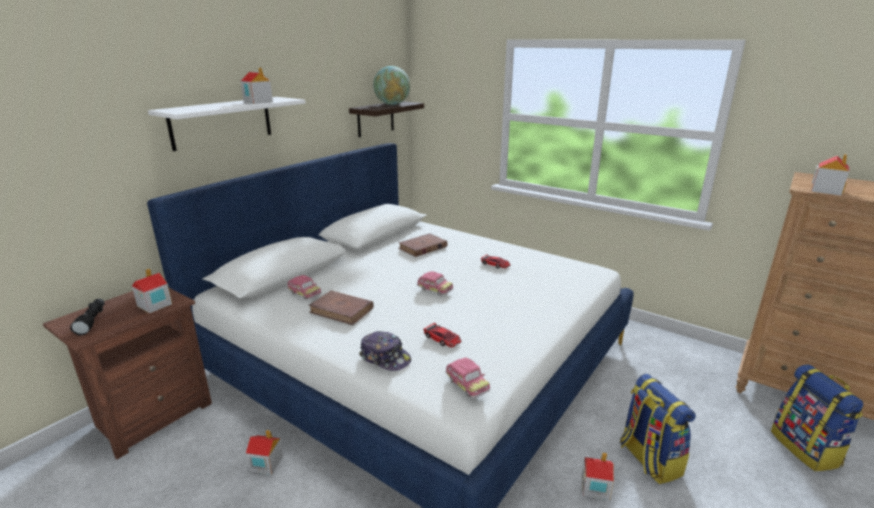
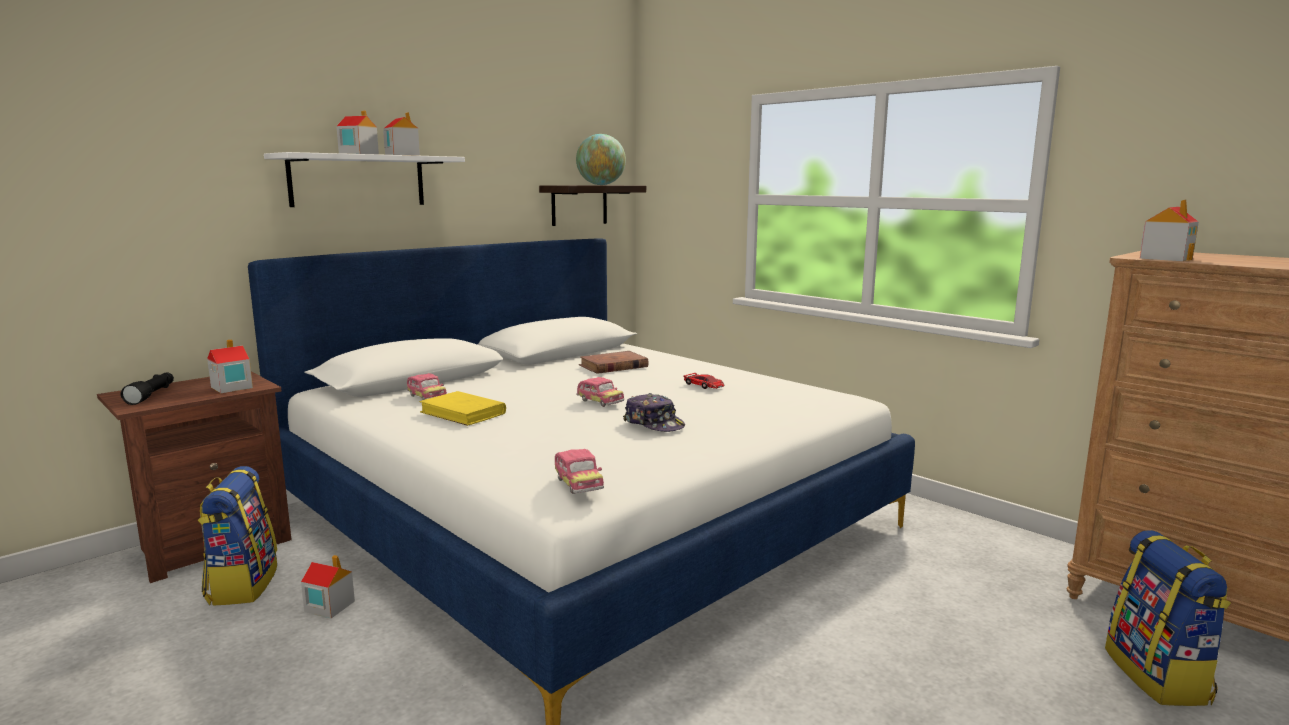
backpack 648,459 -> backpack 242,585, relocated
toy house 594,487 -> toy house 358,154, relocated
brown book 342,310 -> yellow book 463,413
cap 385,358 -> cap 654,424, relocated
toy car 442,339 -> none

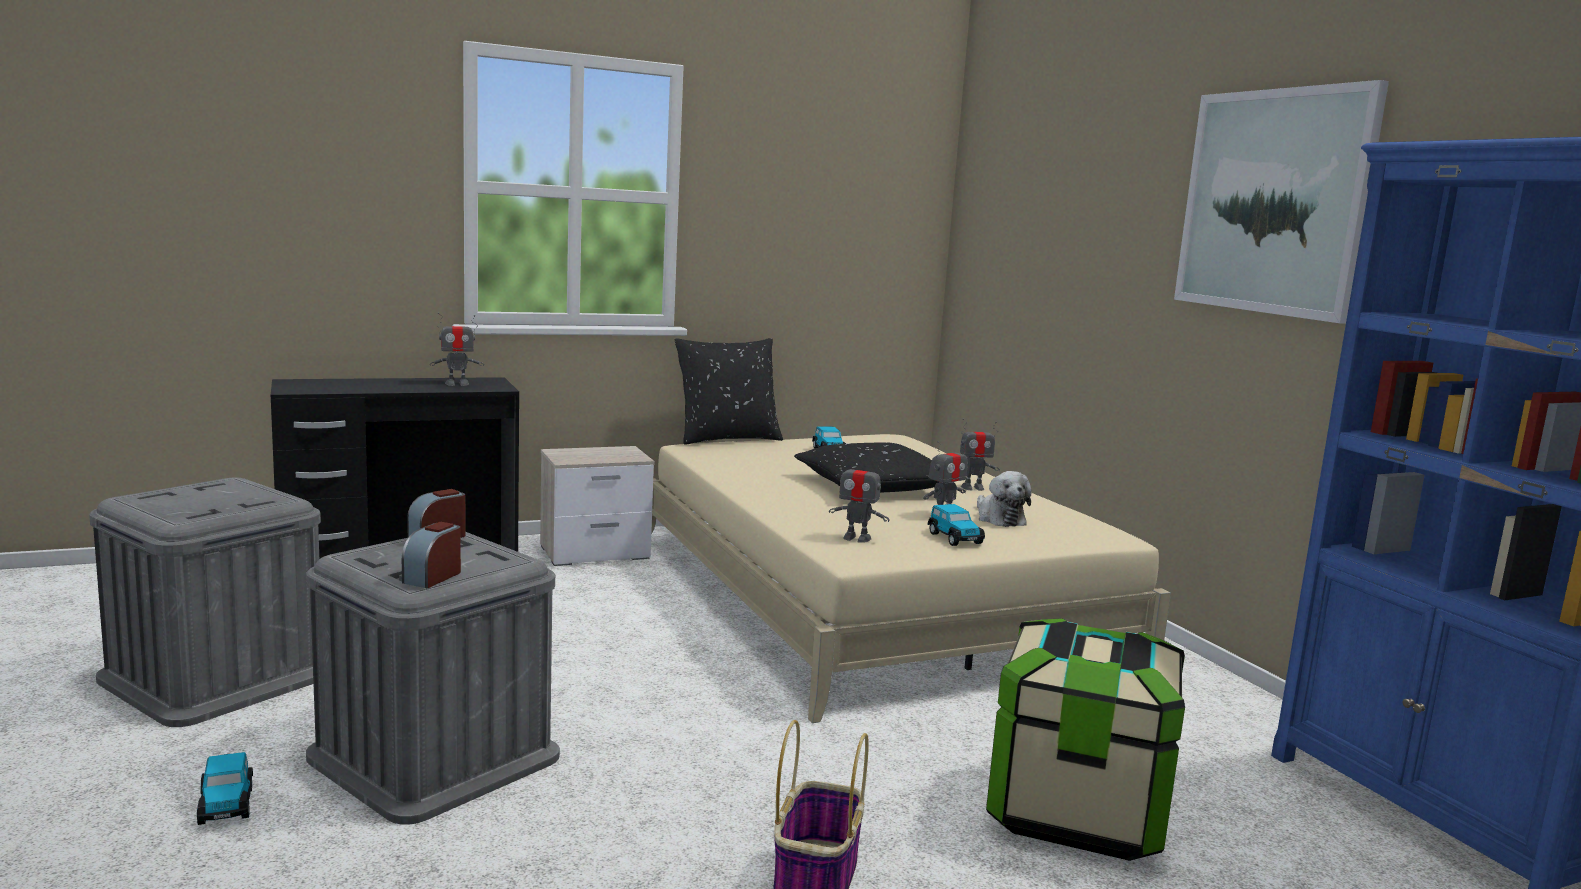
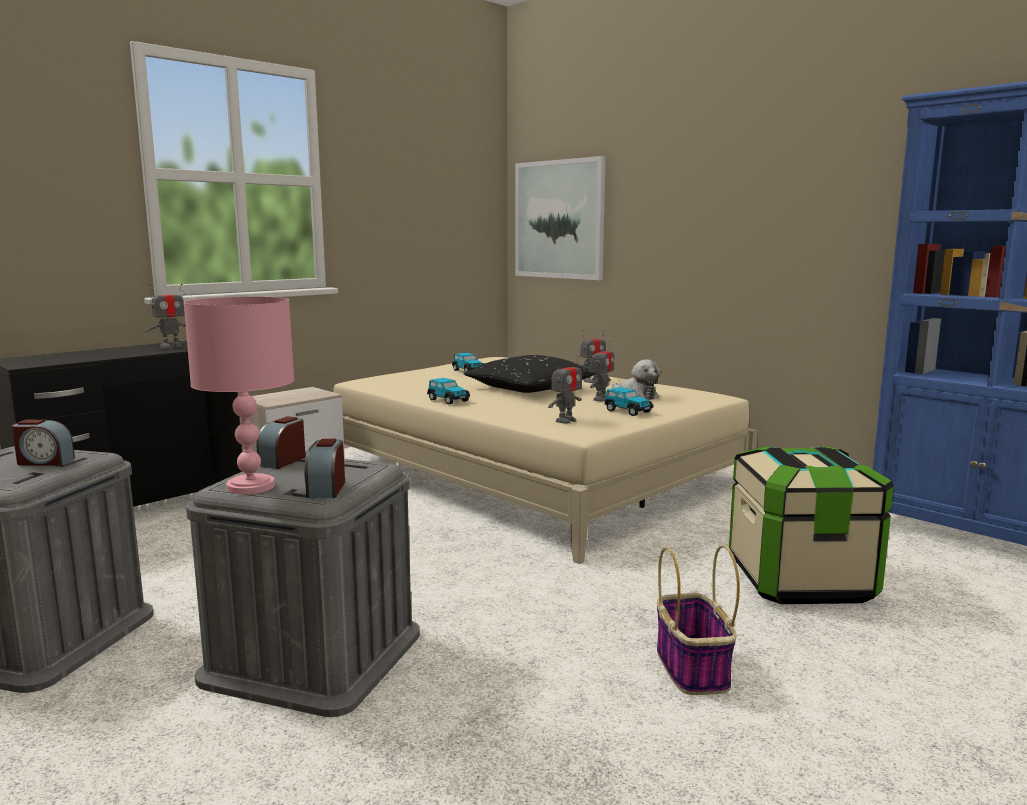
none -> alarm clock 45,462
none -> pink table lamp 251,486
toy car 226,805 -> toy car 447,400, relocated
picture 1273,202 -> picture 559,219, relocated
toy robot 856,538 -> toy robot 565,421, 45 degrees counterclockwise
black pillow 727,439 -> none

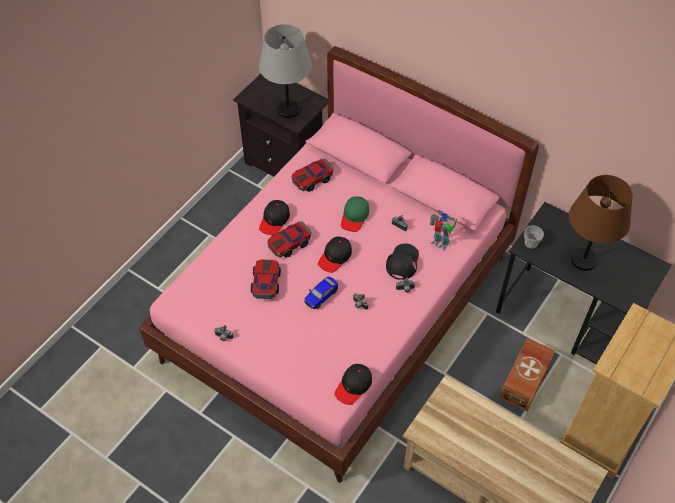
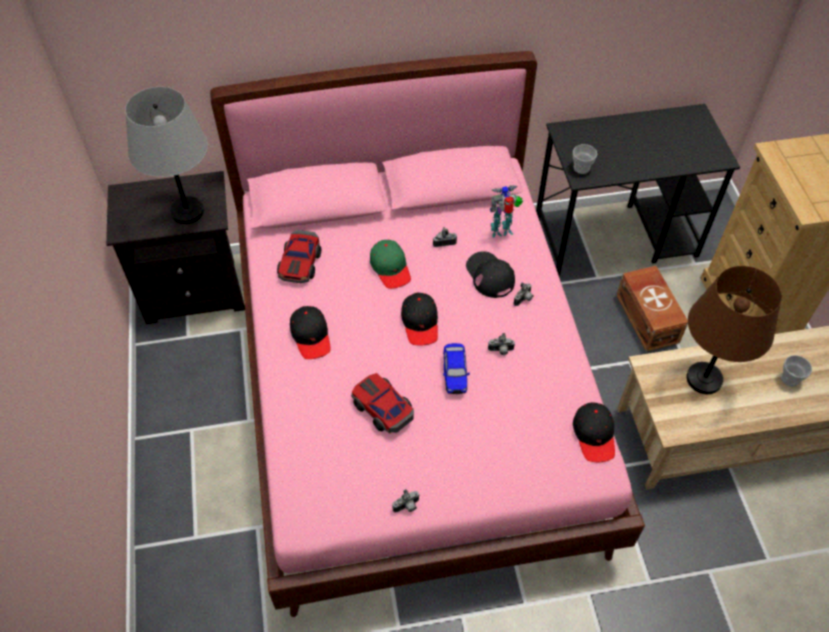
brown table lamp 583,260 -> brown table lamp 703,379, relocated
none -> cup 790,378
toy car 289,243 -> none

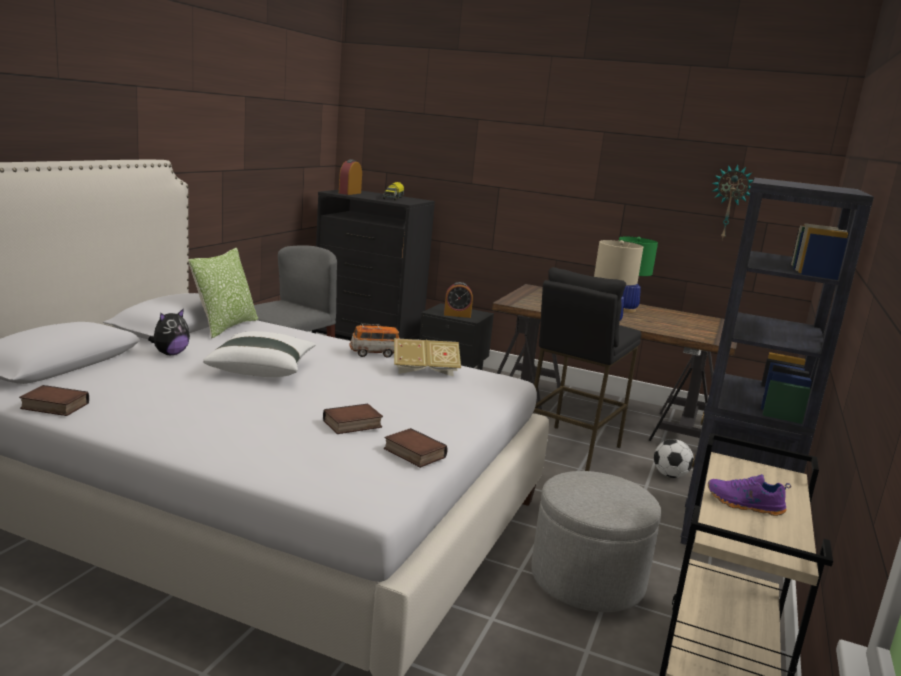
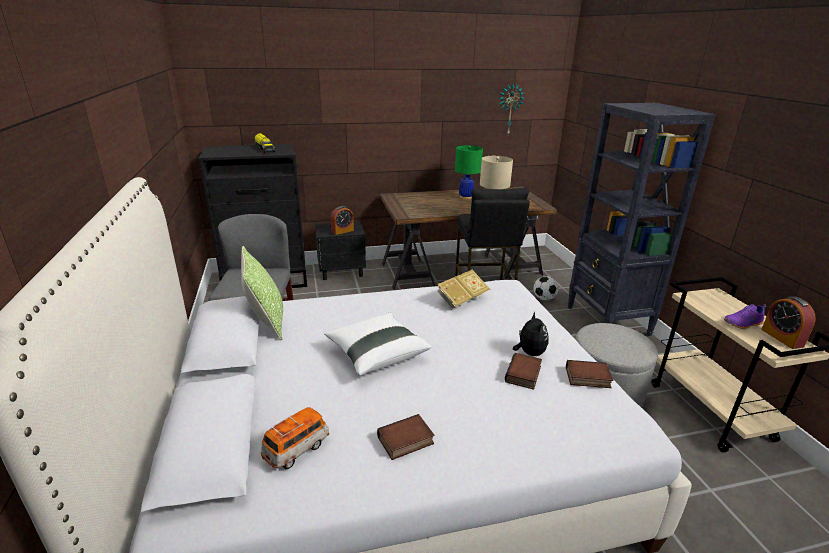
toy car 375,353 -> toy car 297,449, relocated
book 53,406 -> book 405,441, relocated
plush toy 170,354 -> plush toy 529,353, relocated
alarm clock 349,193 -> alarm clock 782,338, relocated

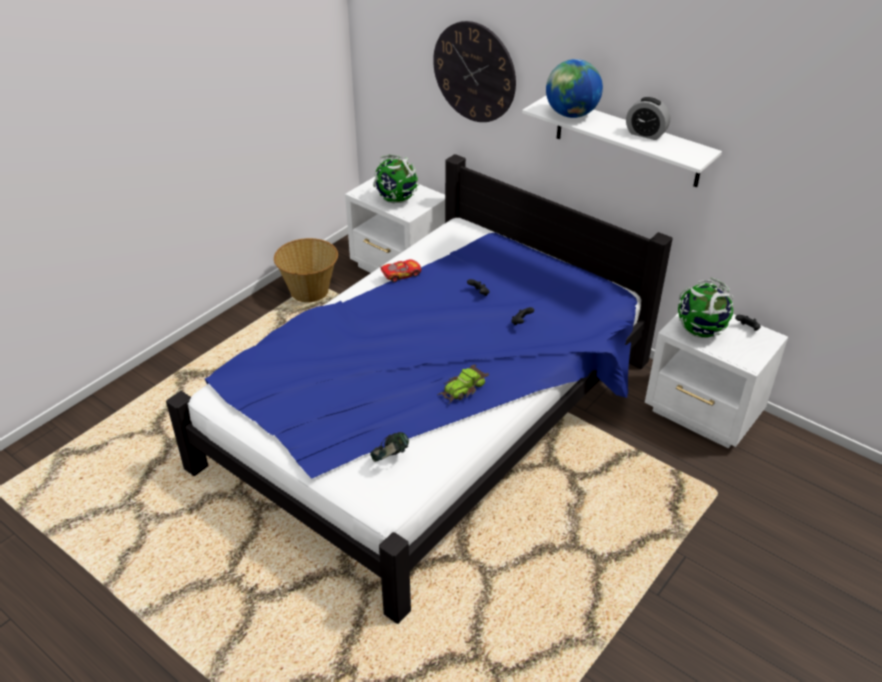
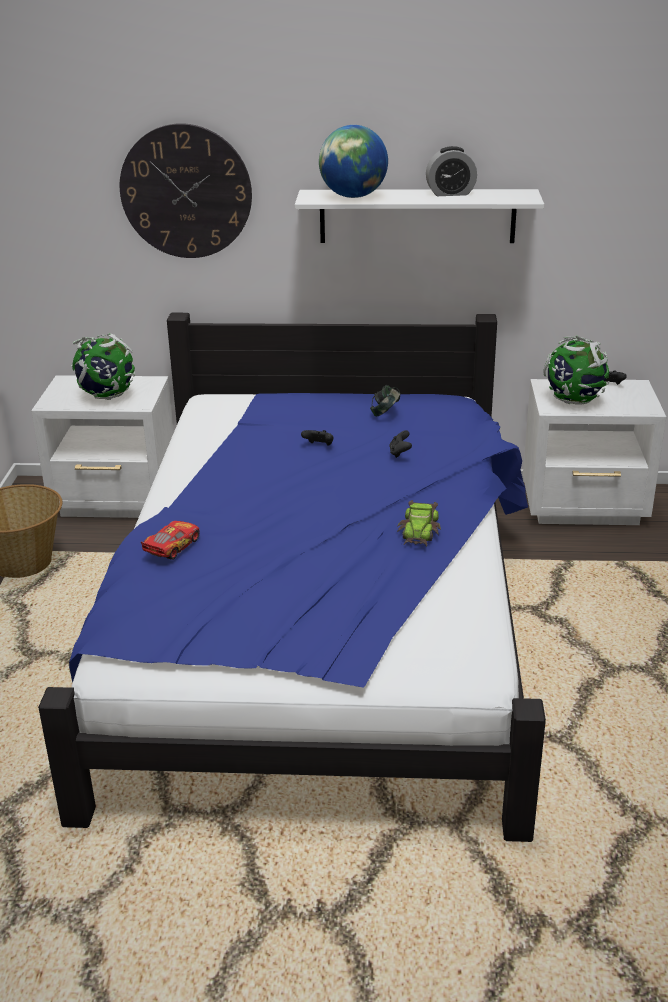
toy car 401,274 -> toy car 172,546, relocated
headphones 390,458 -> headphones 385,414, relocated

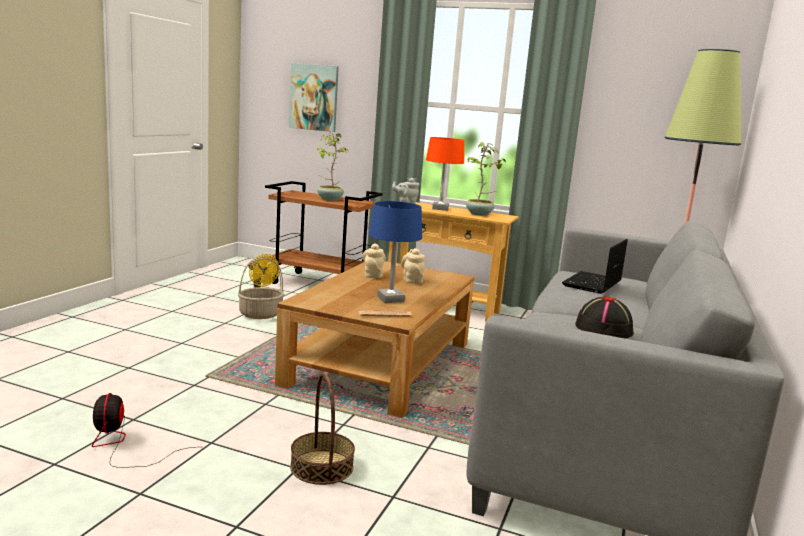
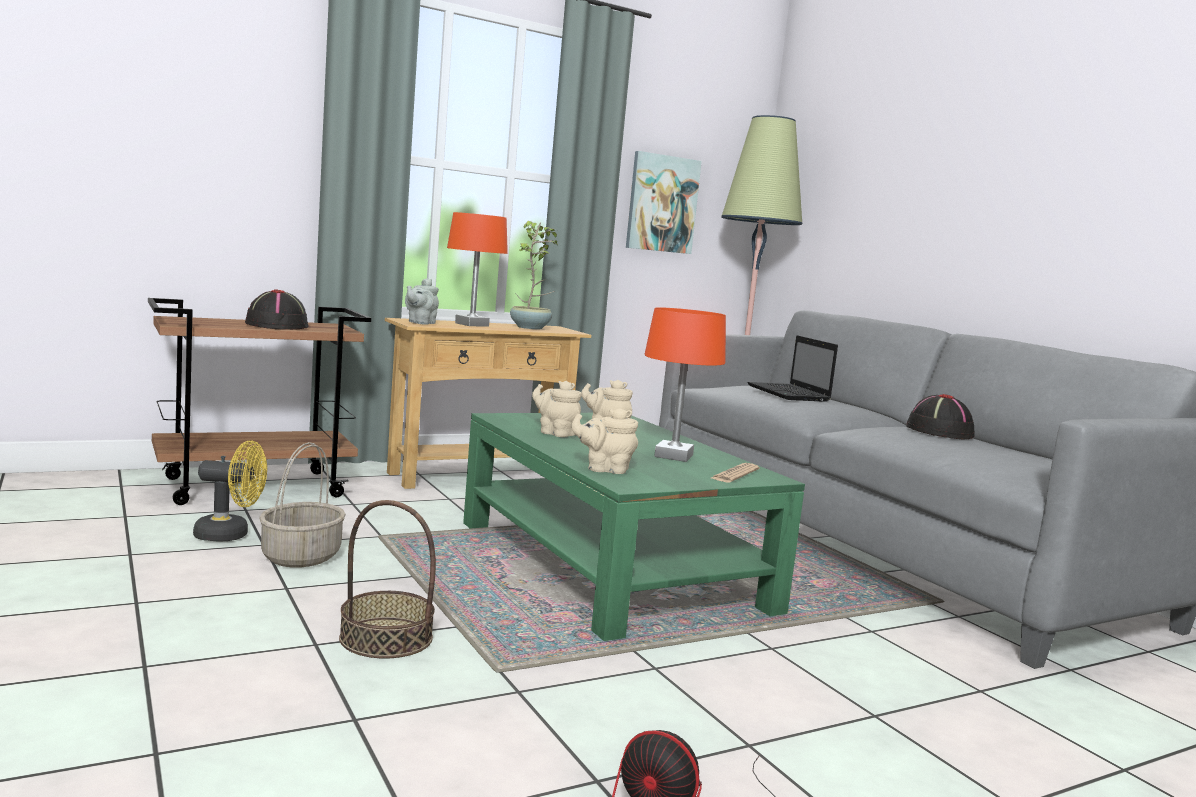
potted plant 329,199 -> black hat 277,325
basket 321,467 -> basket 386,638, relocated
brown coffee table 380,363 -> green coffee table 610,565
none -> beige teapot 604,469
picture 314,97 -> picture 662,203, relocated
blue table lamp 390,299 -> orange table lamp 673,456

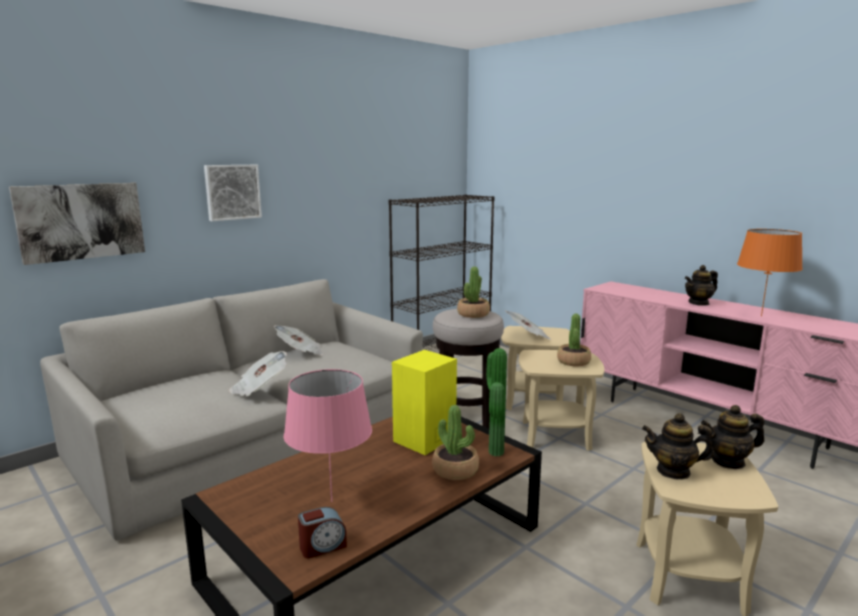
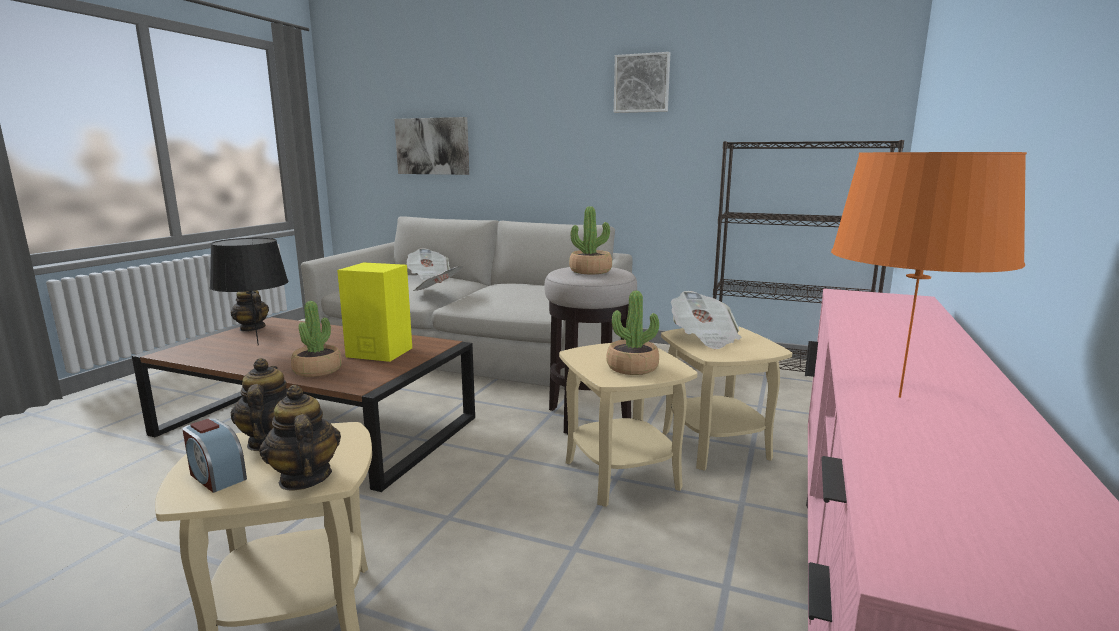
alarm clock 322,546 -> alarm clock 216,476, relocated
pink table lamp 331,501 -> black table lamp 257,345
teapot 699,303 -> teapot 252,328, relocated
newspaper 300,352 -> newspaper 429,277, relocated
picture 232,192 -> picture 642,83, relocated
potted plant 493,452 -> none

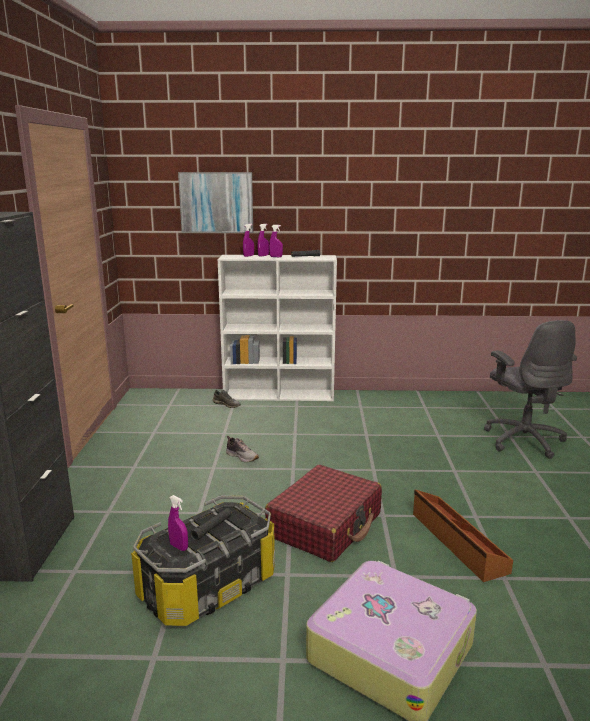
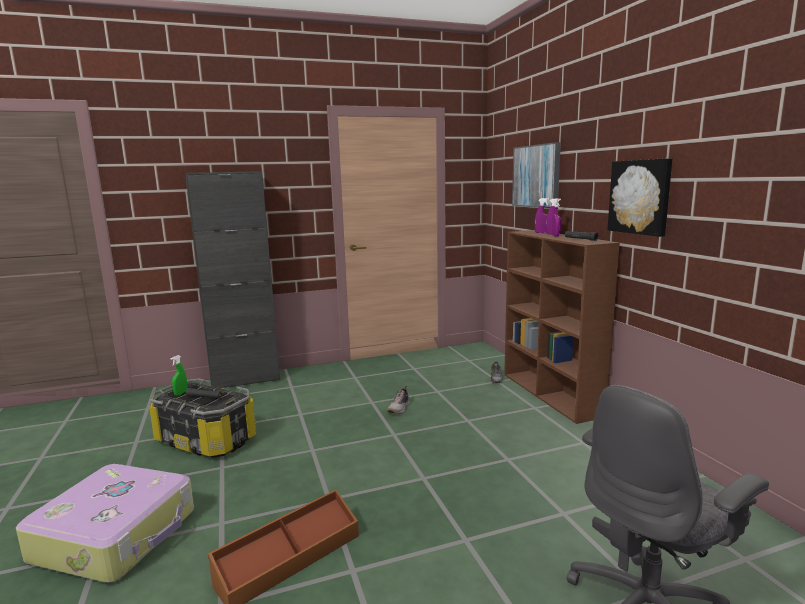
purple spray bottle 179,547 -> green spray bottle 181,393
white bookcase 280,395 -> brown bookcase 551,394
none -> picture 640,197
red suitcase 325,525 -> none

